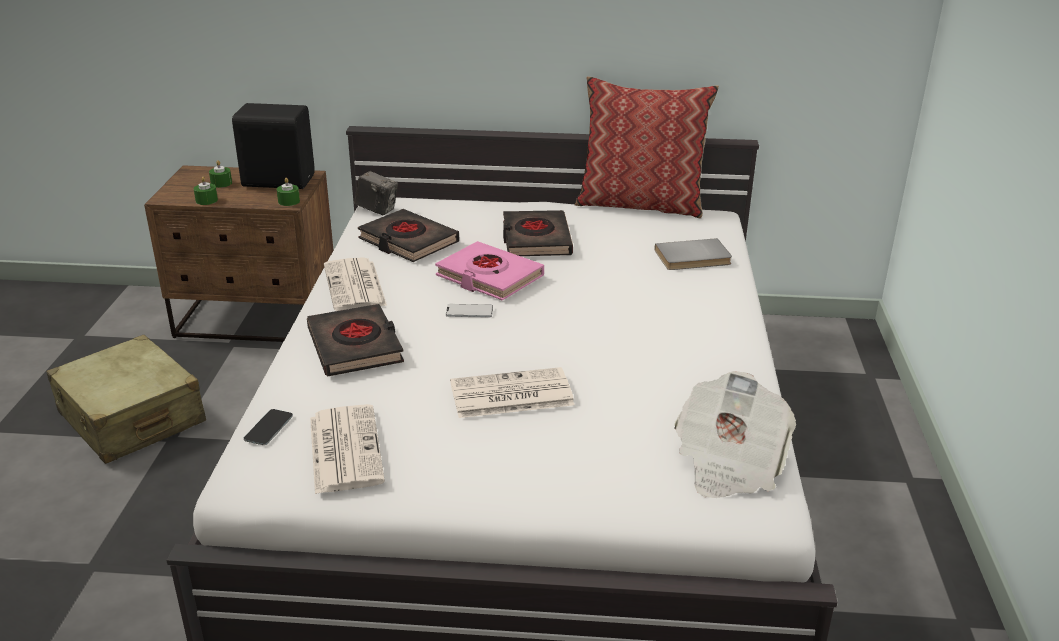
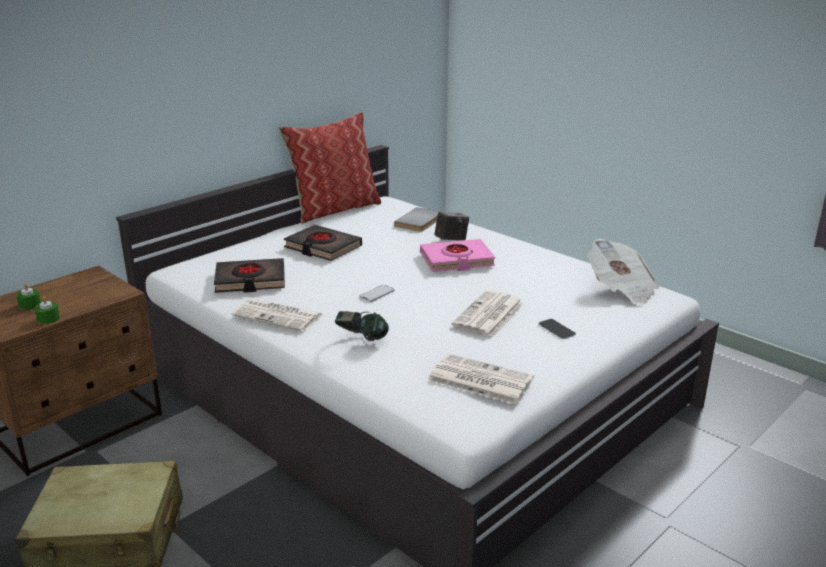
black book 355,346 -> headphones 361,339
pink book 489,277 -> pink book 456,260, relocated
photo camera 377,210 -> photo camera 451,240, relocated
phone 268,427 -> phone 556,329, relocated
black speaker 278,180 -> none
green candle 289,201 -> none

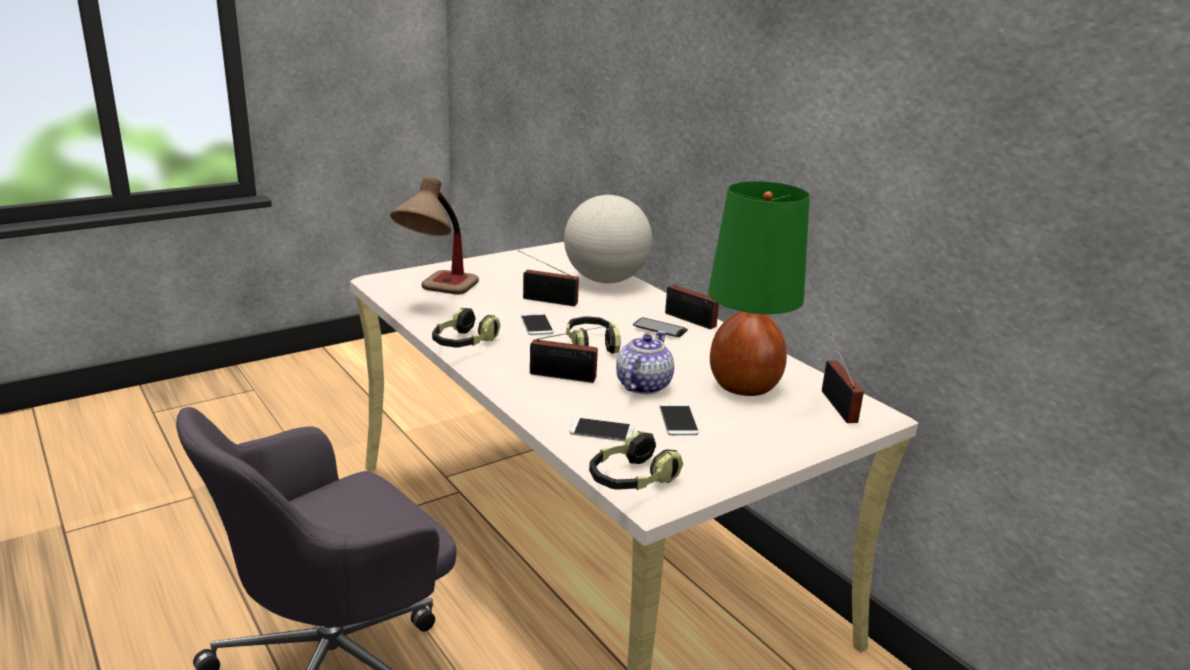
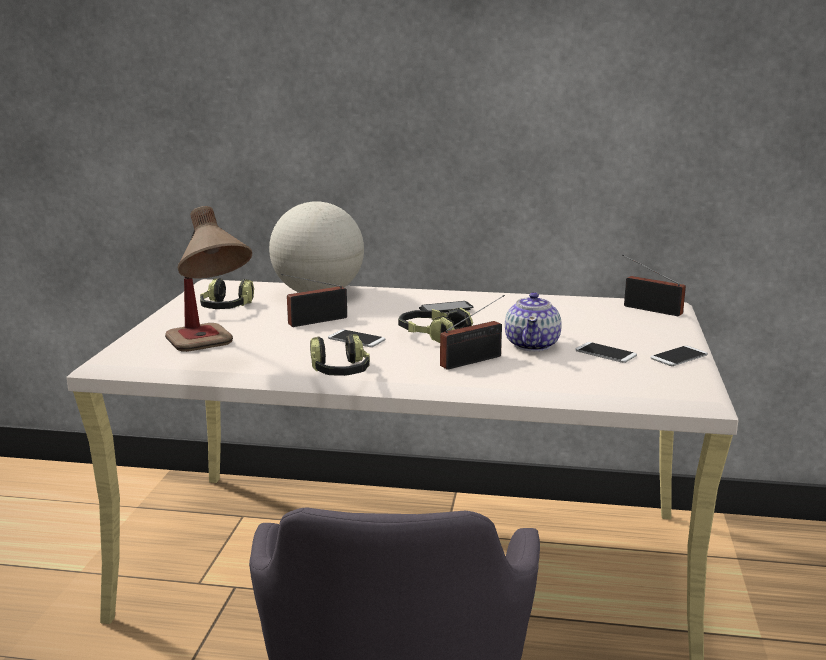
headphones 631,480 -> headphones 227,309, relocated
teapot 642,386 -> teapot 532,345, 150 degrees counterclockwise
phone 602,431 -> phone 679,357, relocated
radio 692,321 -> none
green table lamp 745,386 -> none

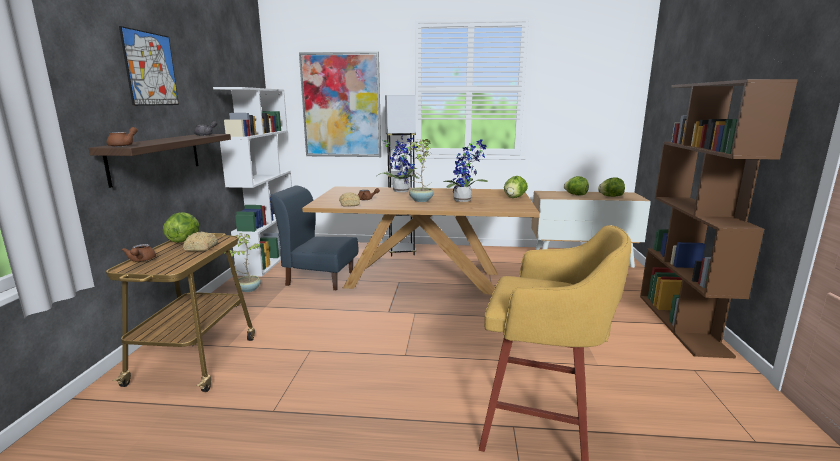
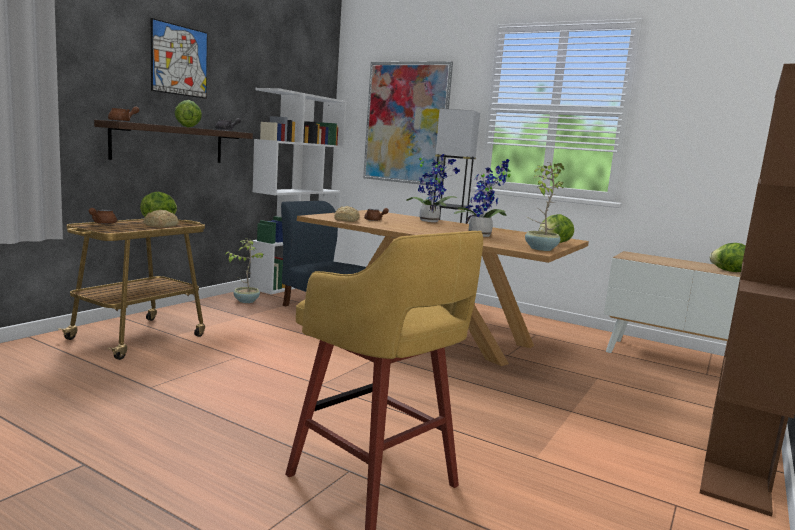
lettuce 575,195 -> lettuce 188,127, relocated
potted plant 420,200 -> potted plant 540,249, relocated

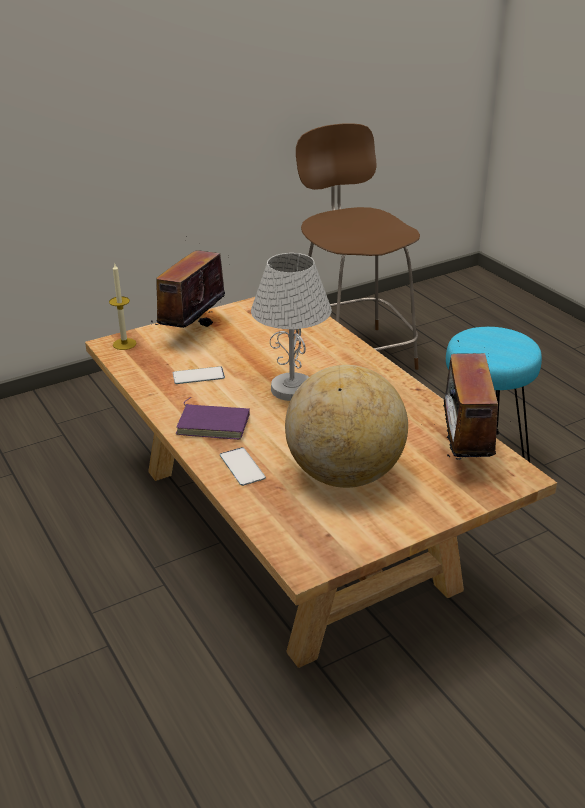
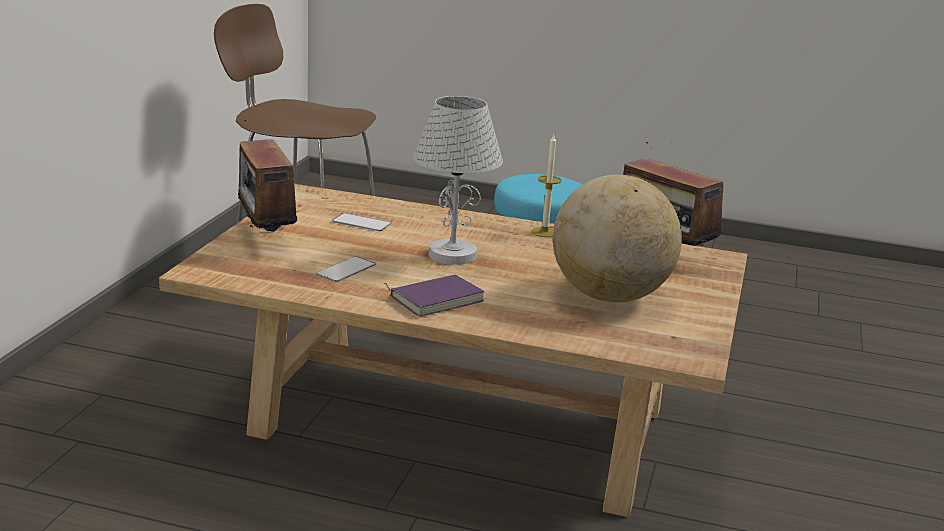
phone 242,467 -> phone 361,223, relocated
candle 124,344 -> candle 544,232, relocated

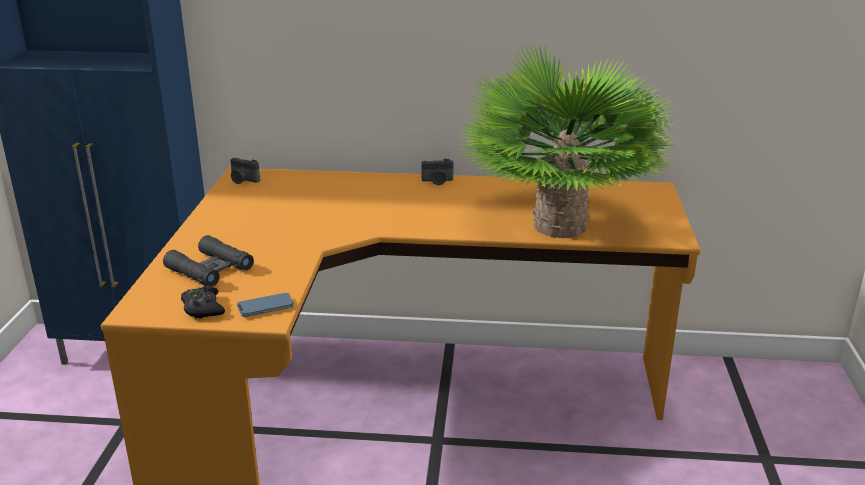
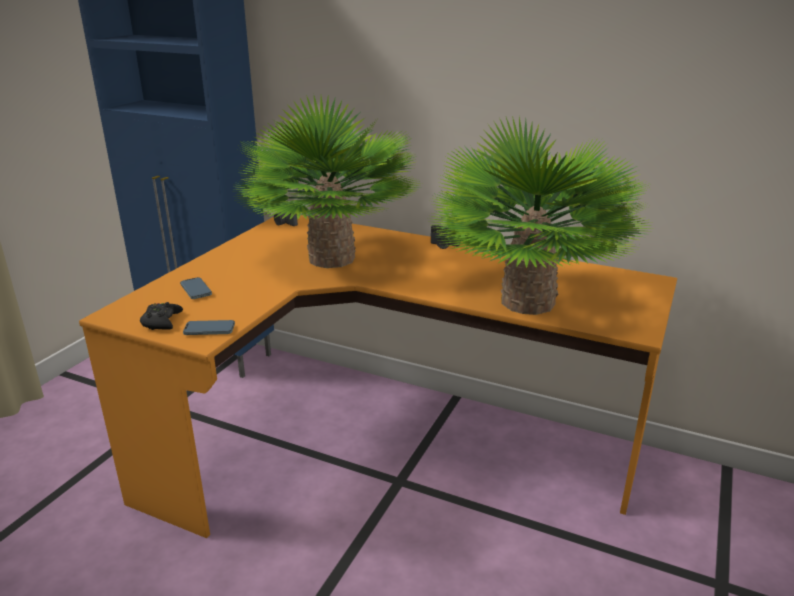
black binoculars 210,269 -> phone 196,290
none -> potted plant 331,258

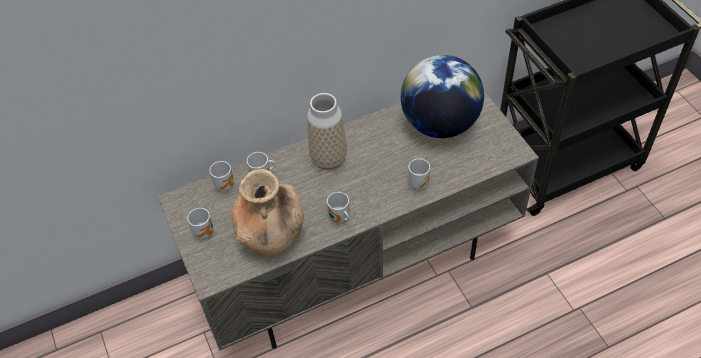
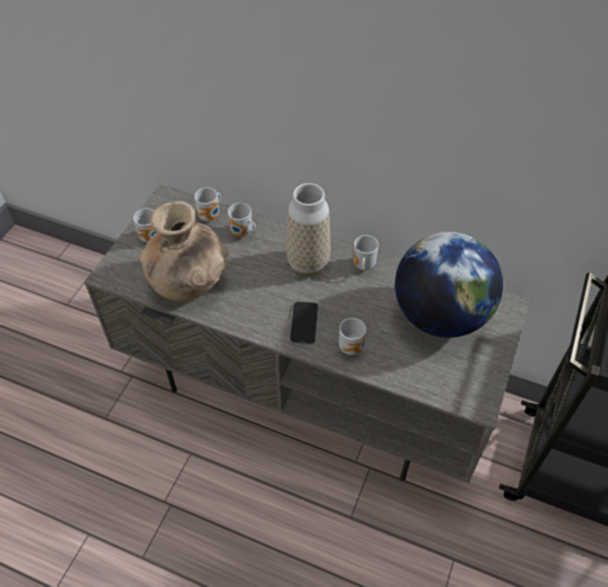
none -> phone 304,323
mug 339,219 -> mug 362,266, relocated

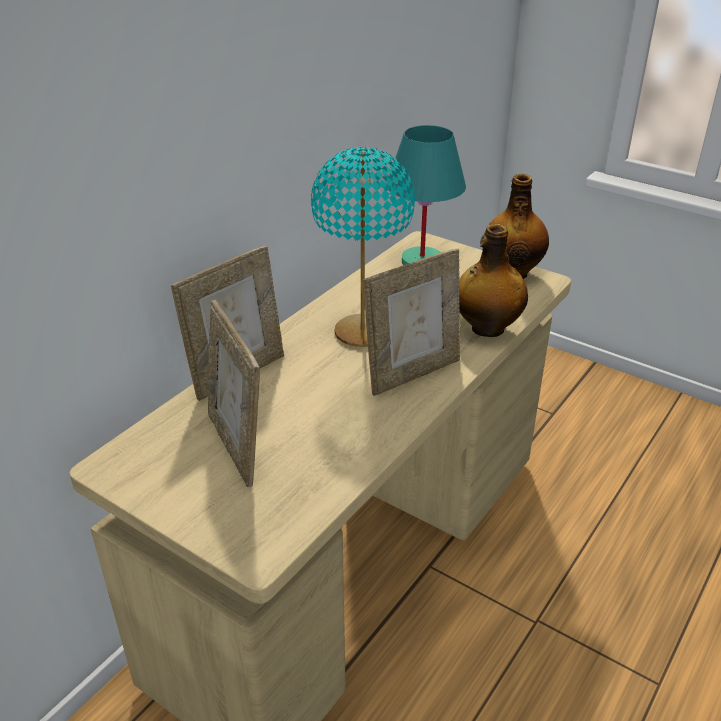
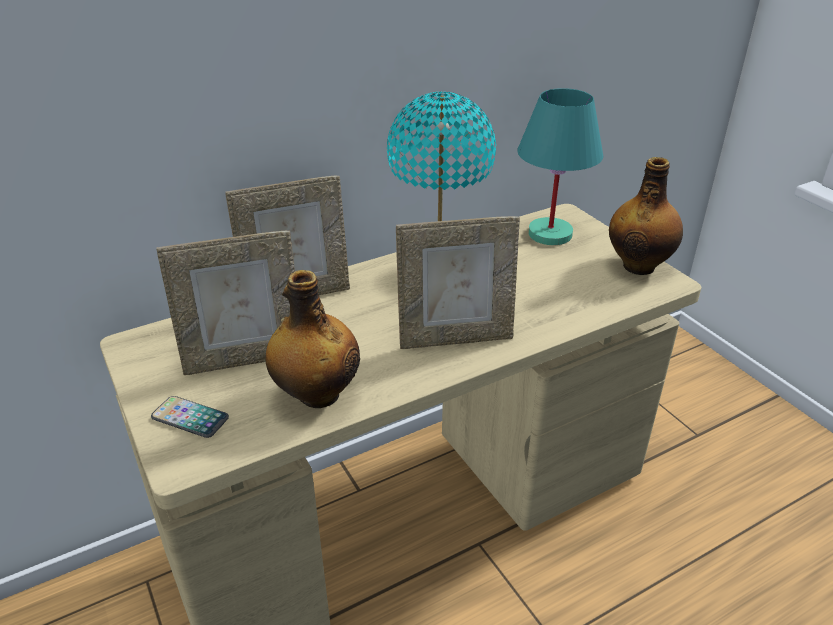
none -> phone 190,418
picture frame 237,446 -> picture frame 245,359, 105 degrees counterclockwise
bottle 486,329 -> bottle 316,394, relocated

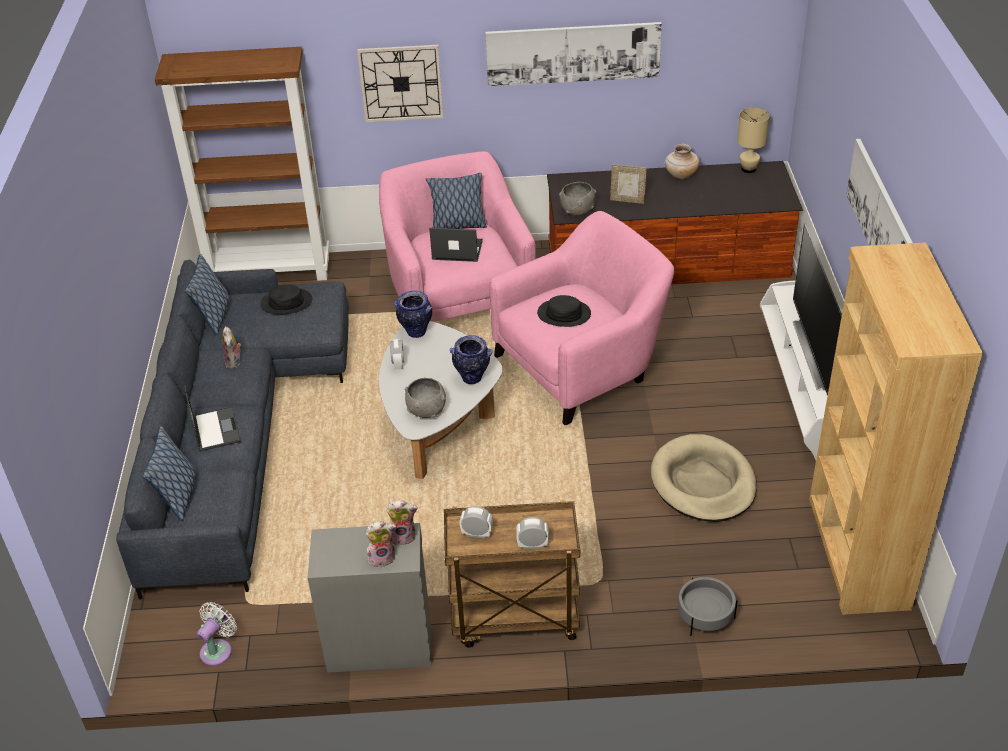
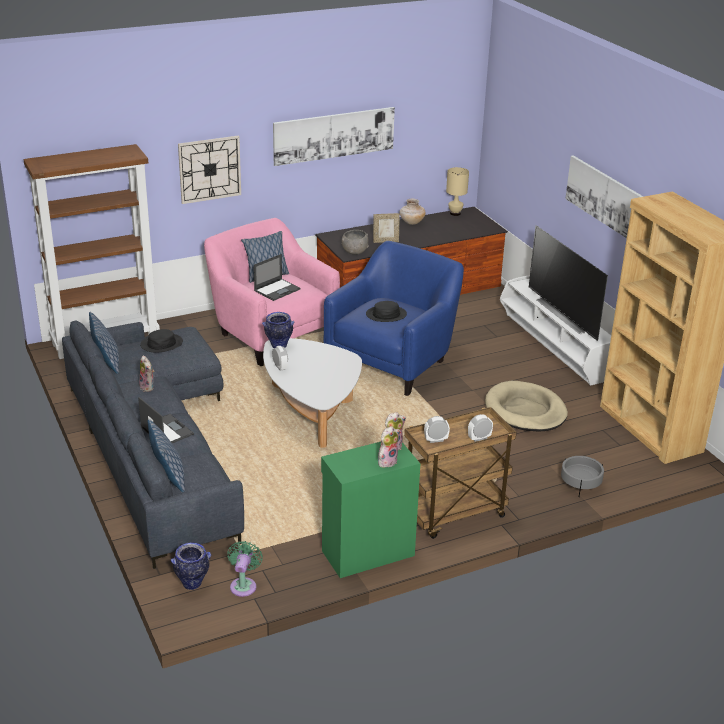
vase 472,378 -> vase 192,583, relocated
white fan 218,650 -> green fan 244,585
laptop 456,250 -> laptop 277,290, 150 degrees clockwise
grey cabinet 379,645 -> green cabinet 366,552
pink armchair 581,365 -> blue armchair 393,359
grey bowl 426,411 -> none

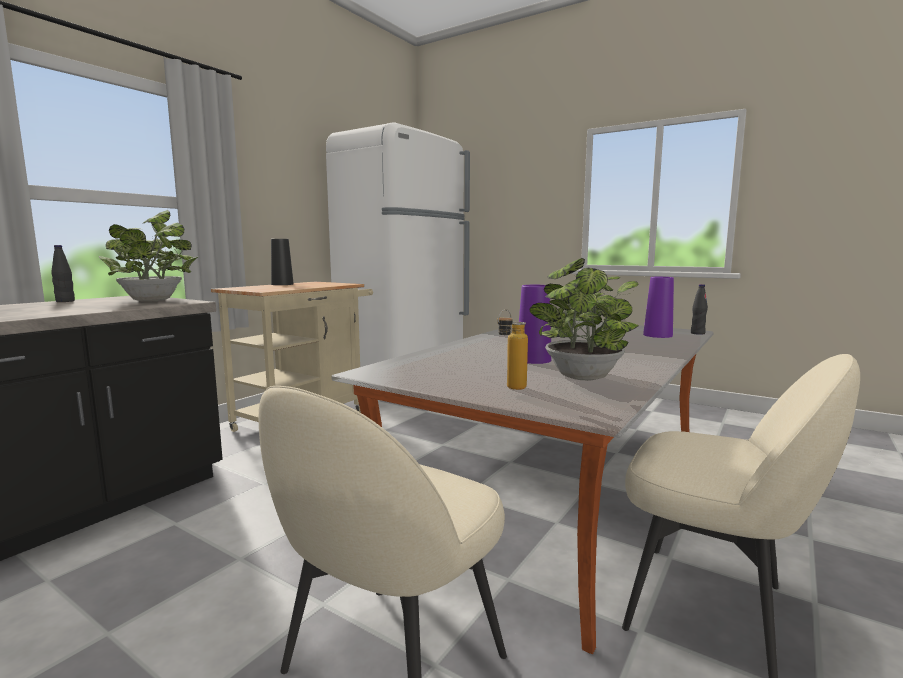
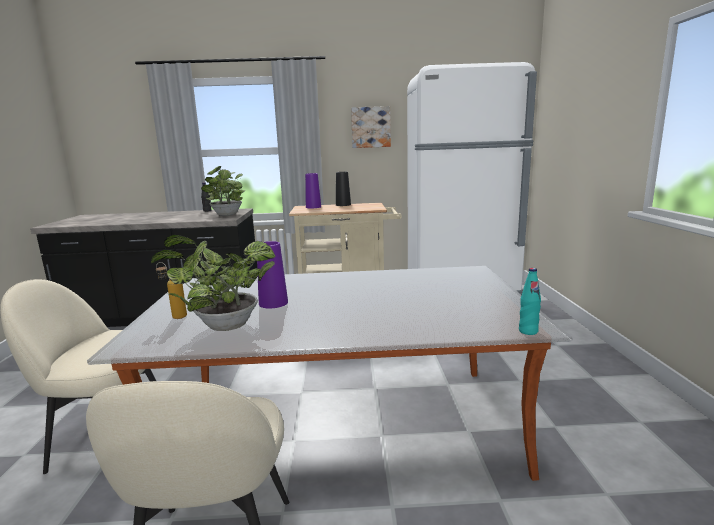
purple vase 657,335 -> purple vase 313,207, relocated
none -> picture 370,127
black bottle 697,333 -> turquoise bottle 528,331

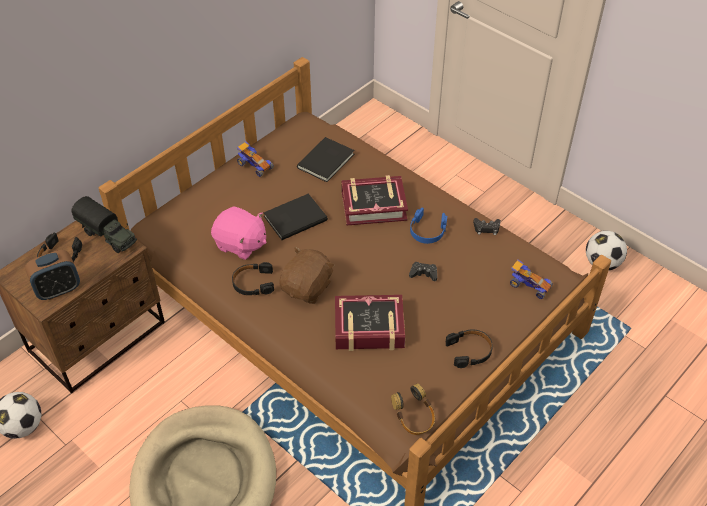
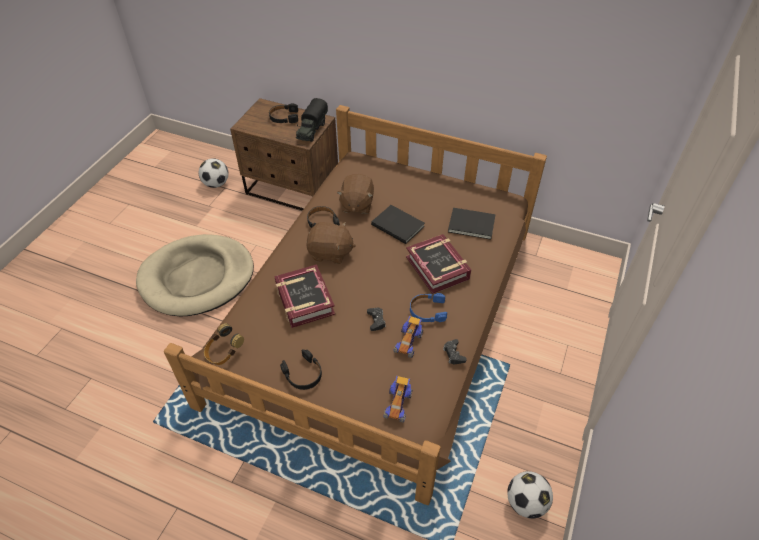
pink plush toy 240,244 -> brown plush toy 356,204
toy car 254,165 -> toy car 408,342, relocated
alarm clock 58,290 -> none

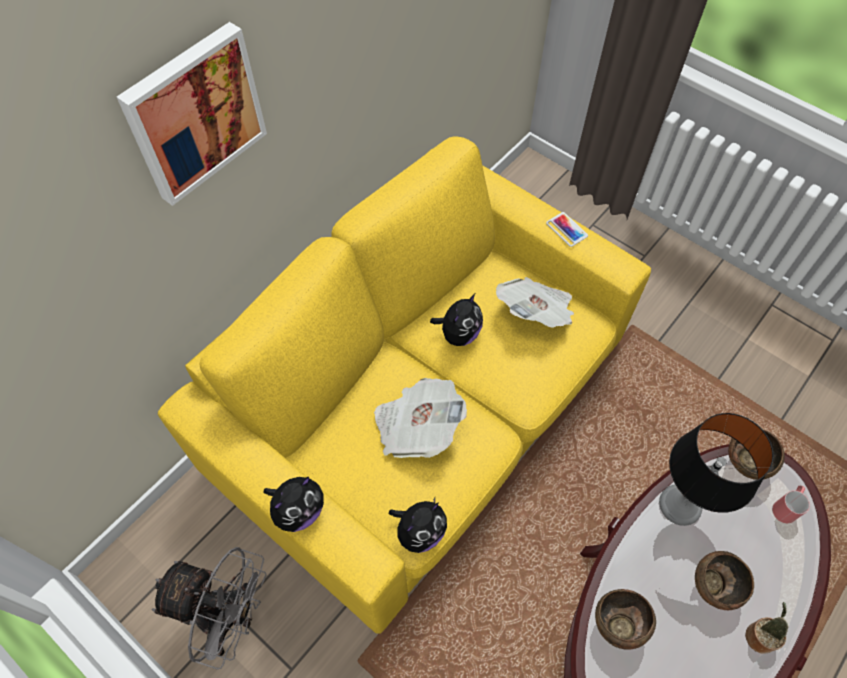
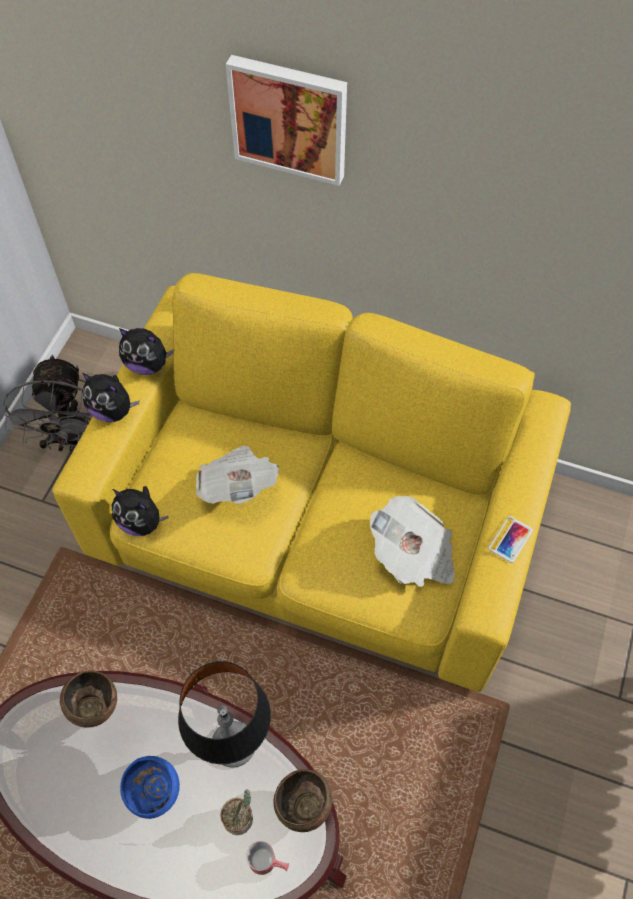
plush toy 459,334 -> plush toy 147,365, relocated
brown bowl 712,586 -> blue bowl 156,793
potted plant 759,635 -> potted plant 240,817, relocated

